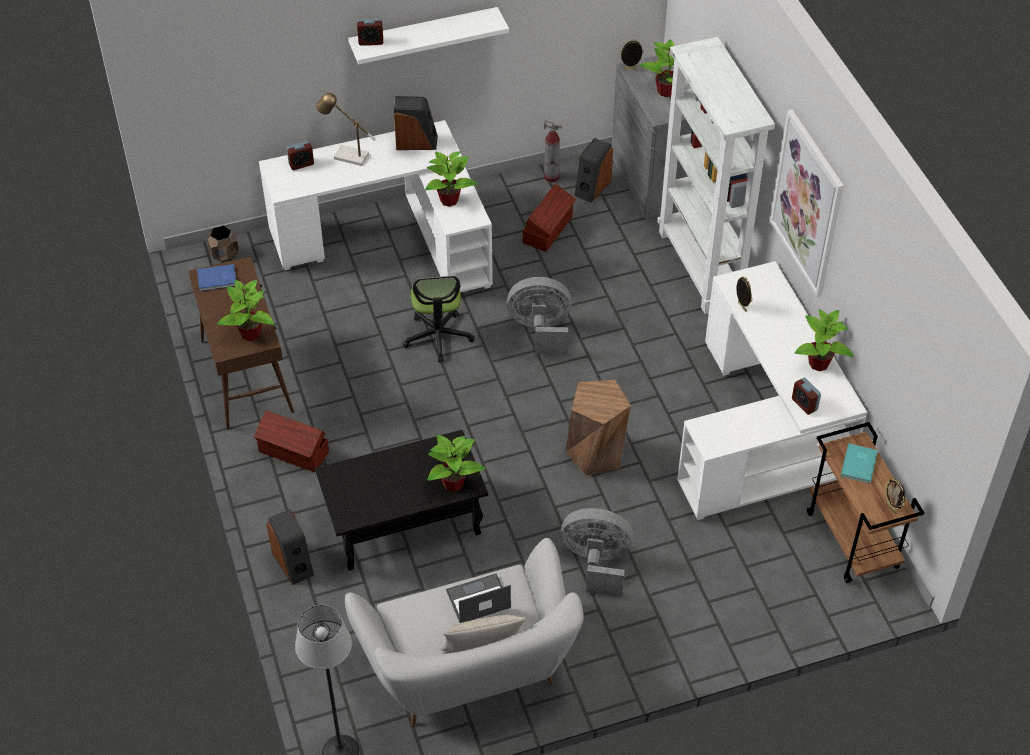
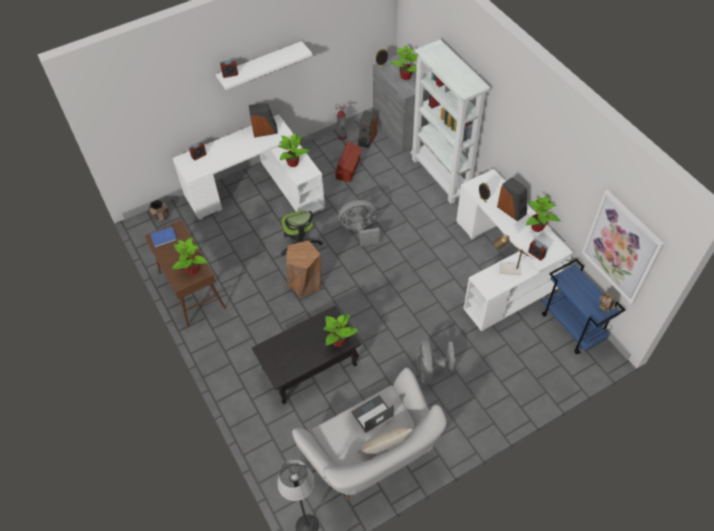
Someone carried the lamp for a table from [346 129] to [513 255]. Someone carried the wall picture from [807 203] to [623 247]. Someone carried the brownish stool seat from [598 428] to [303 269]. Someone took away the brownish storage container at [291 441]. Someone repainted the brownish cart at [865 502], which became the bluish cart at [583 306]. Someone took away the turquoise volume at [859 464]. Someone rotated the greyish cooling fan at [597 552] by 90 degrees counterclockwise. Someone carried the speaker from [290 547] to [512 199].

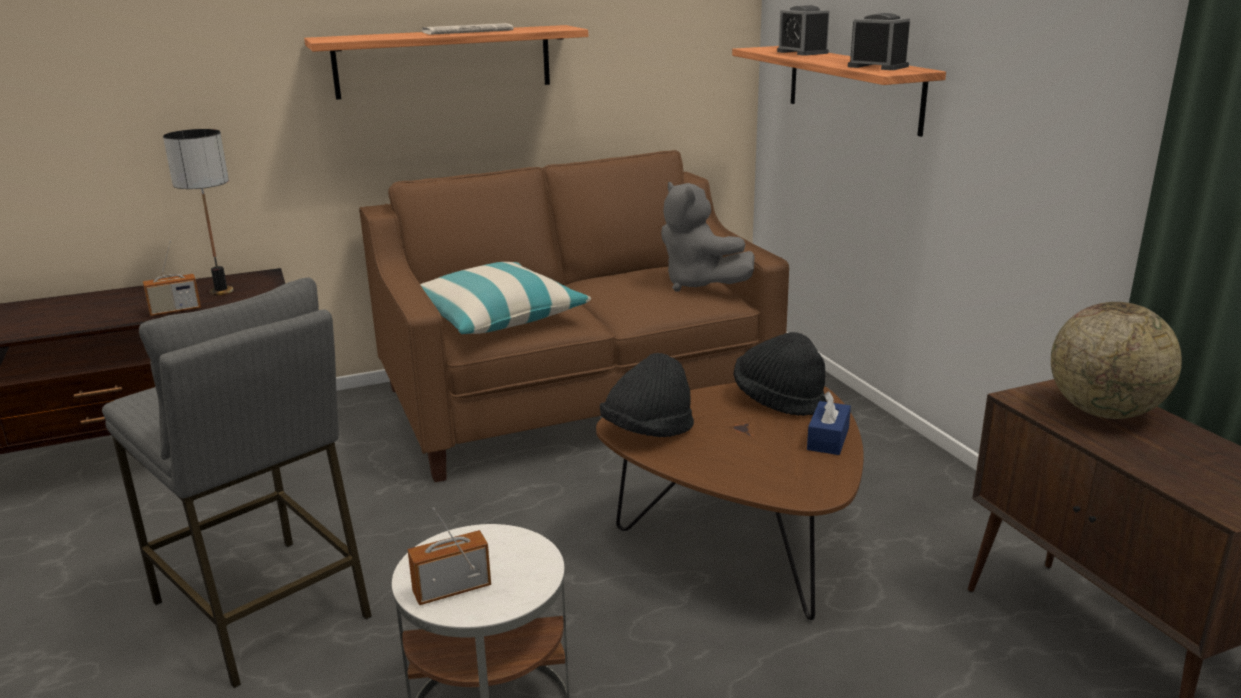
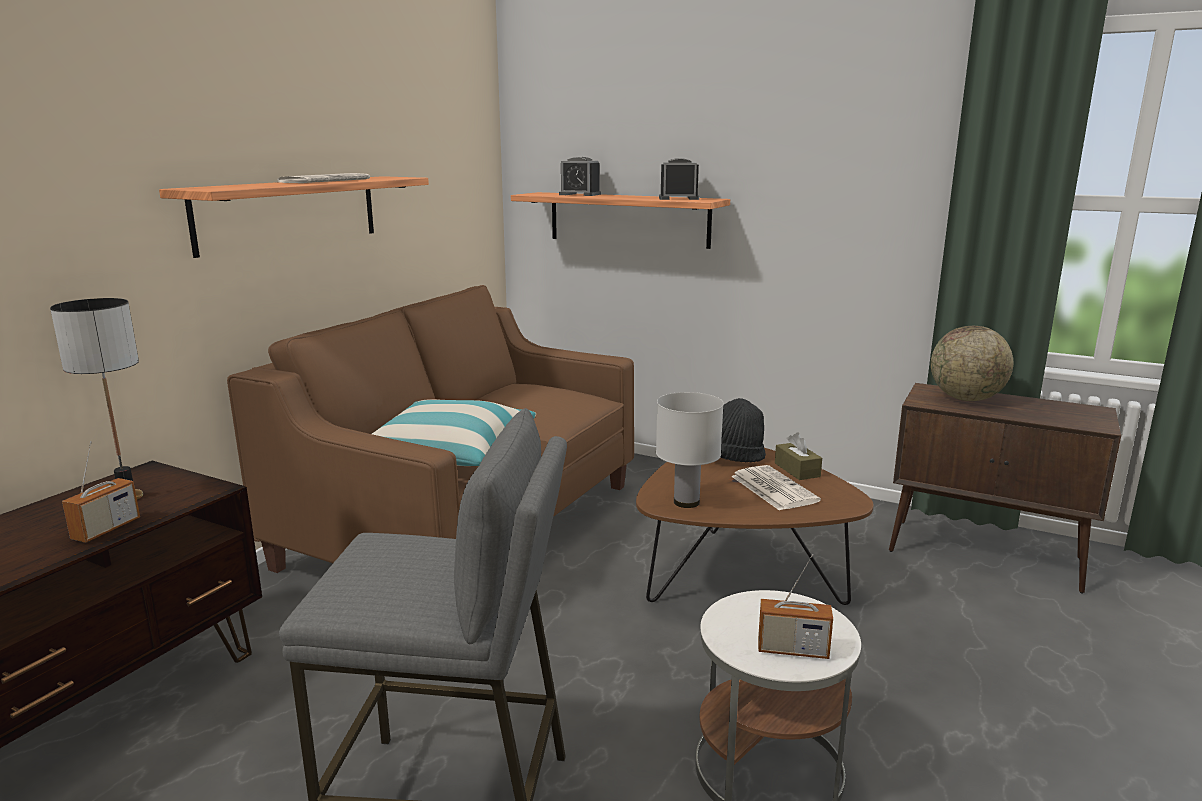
Someone took away the greyish soft toy at [708 237]. Someone swapped the blackish wearable hat at [647 395] for the white-coloured lamp for a table at [690 450]. Someone repainted the bluish tissue box at [829 423], which became the brownish tissue box at [798 456]. Someone rotated the radio receiver at [449 556] by 105 degrees counterclockwise. Someone put down the newspaper at [776 488].

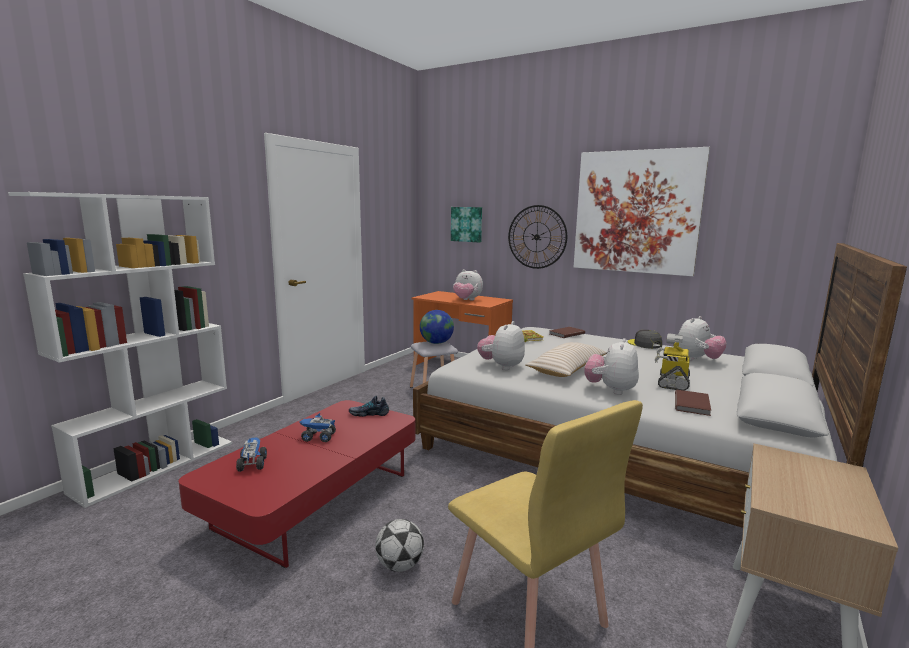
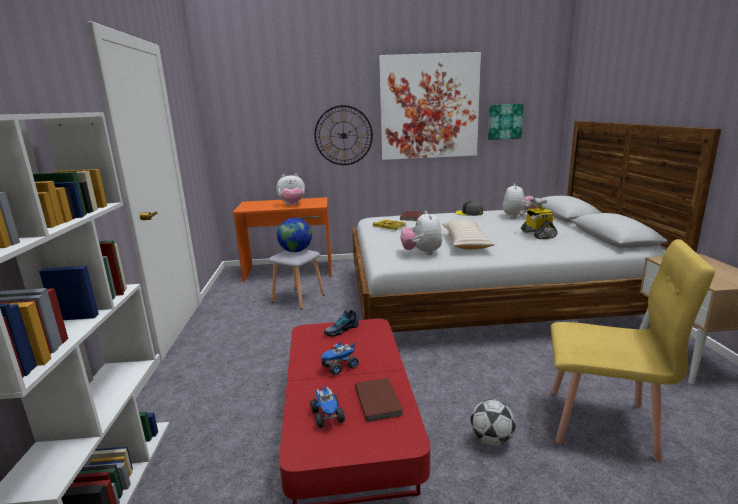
Someone carried the wall picture from [466 225] to [506 122]. Someone took away the soft toy at [611 366]. Someone carried the brownish volume from [693 403] to [379 400]. Someone rotated the toy lorry at [251 454] by 150 degrees counterclockwise.

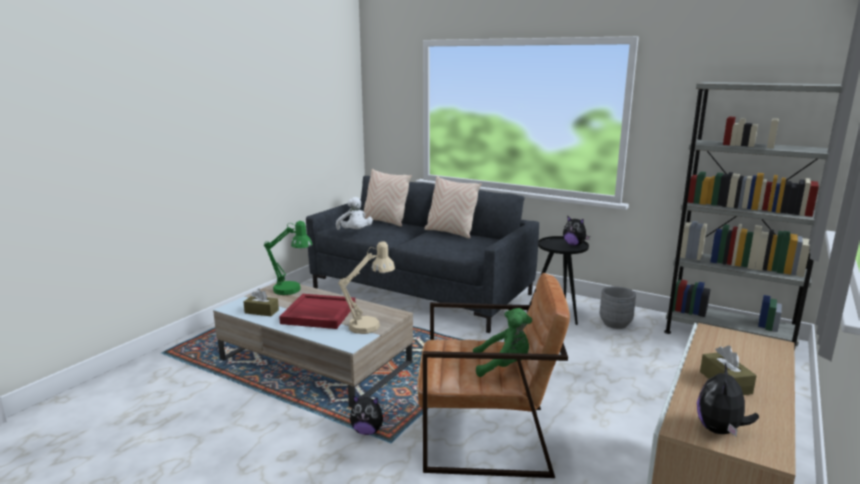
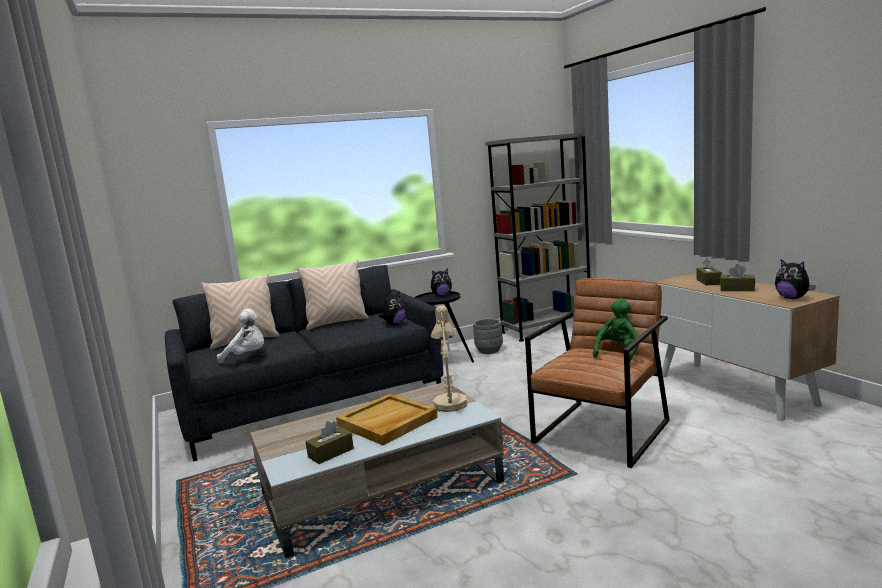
Someone took away the green lamp for a table at [288 258]. Someone repainted the red carrying tray at [317 311], which became the sand-coloured carrying tray at [387 419]. Someone carried the soft toy from [369 415] to [392 308]. Someone put down the brownish tissue box at [709 272].

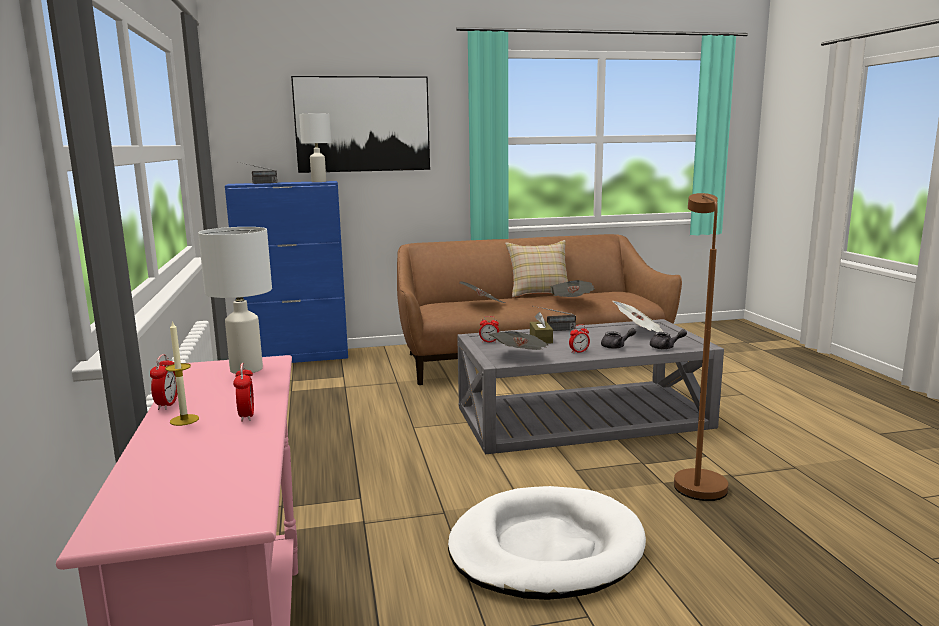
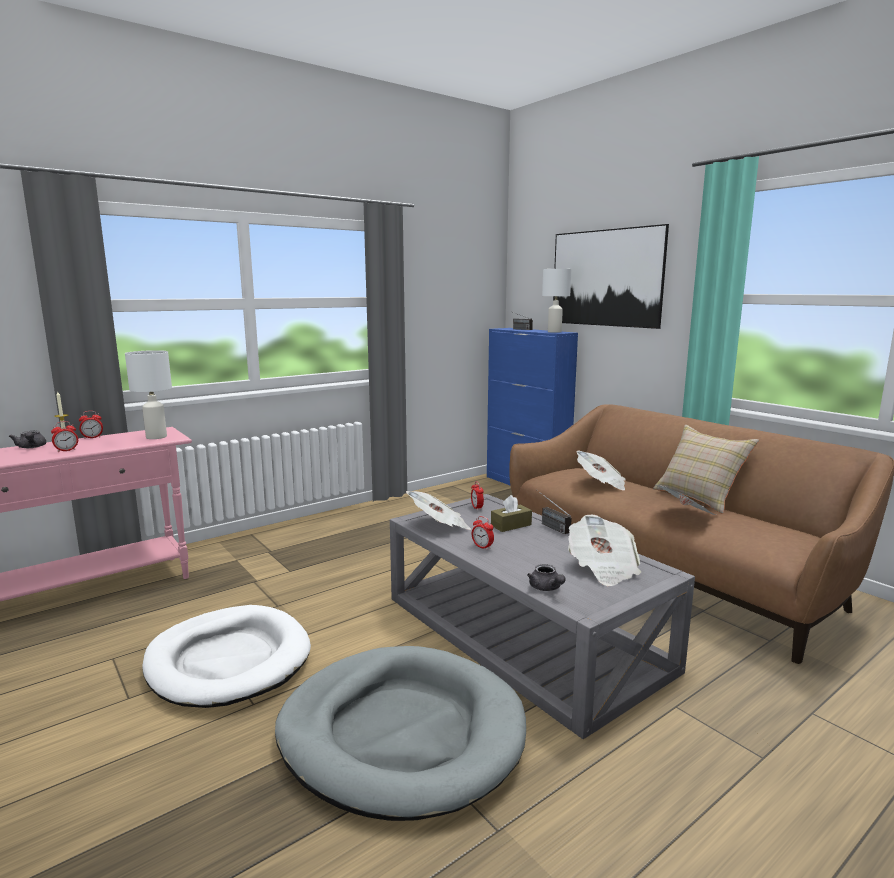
Someone swapped the brownish floor lamp at [701 347] for the greyish dog bed at [400 733]. Someone carried the greyish teapot from [618 338] to [27 439].

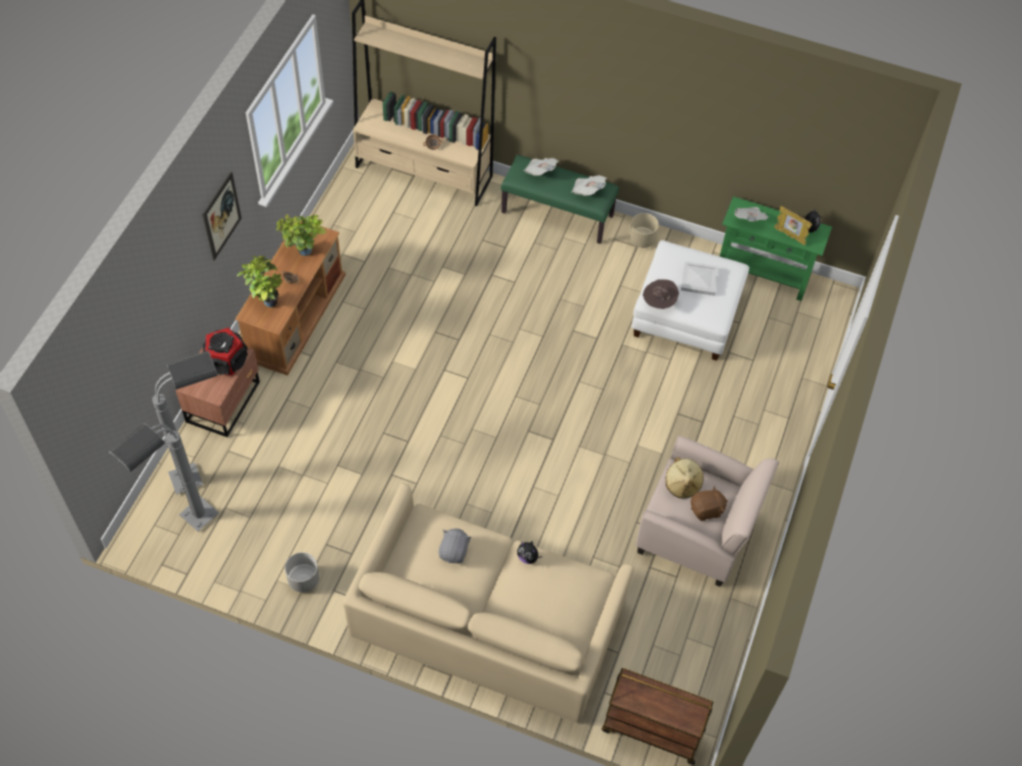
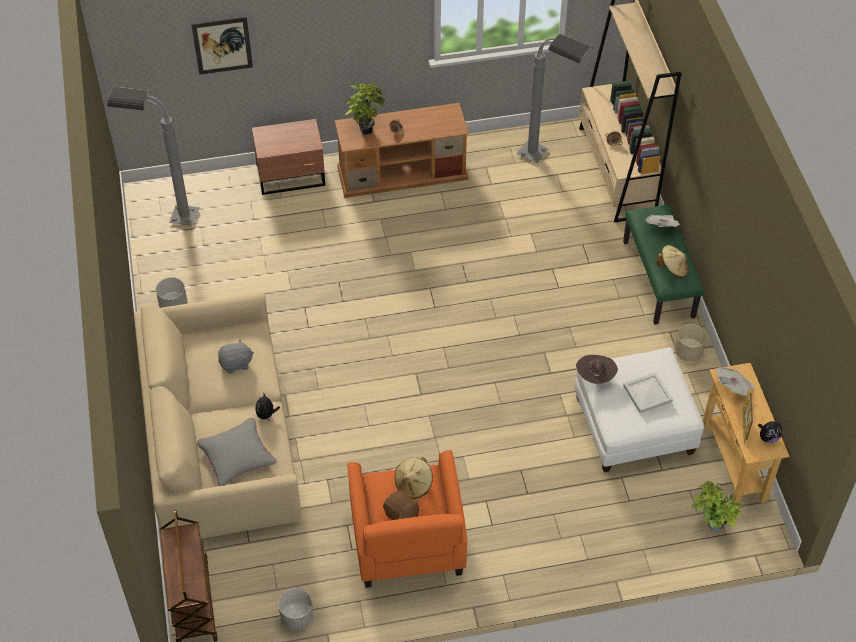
Someone carried the wall picture from [222 216] to [222 46]. Someone swapped the newspaper at [588 185] for the sand-coloured wearable hat at [673 261]. Someone repainted the green console table at [776 248], which became the sand-coloured console table at [746 433]. Someone carried the potted plant from [301 235] to [717 506]. Someone took away the speaker at [225 351]. Someone carried the greyish floor lamp from [185 423] to [554 98]. Someone repainted the sand-coloured armchair at [707 511], which became the orange armchair at [407 519]. Someone put down the greyish cushion at [237 452]. Someone put down the greyish plant pot at [296 609].

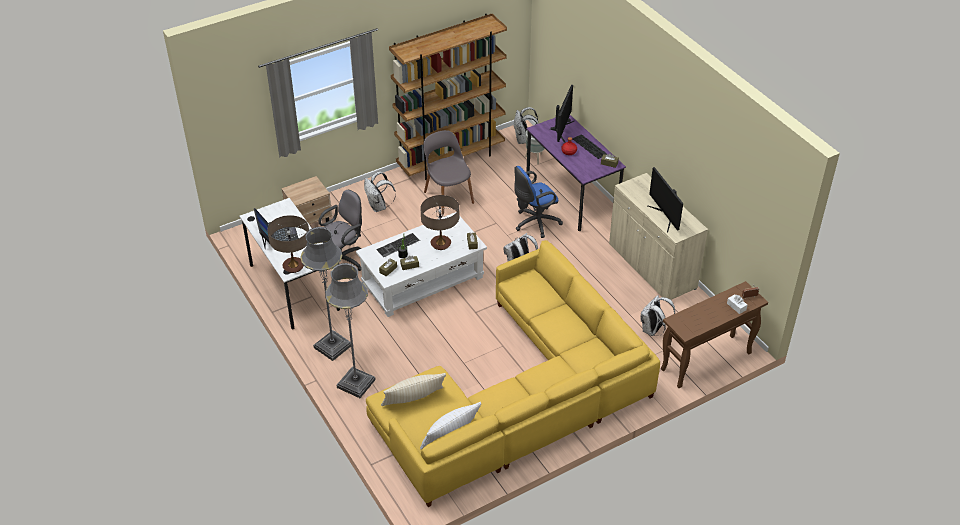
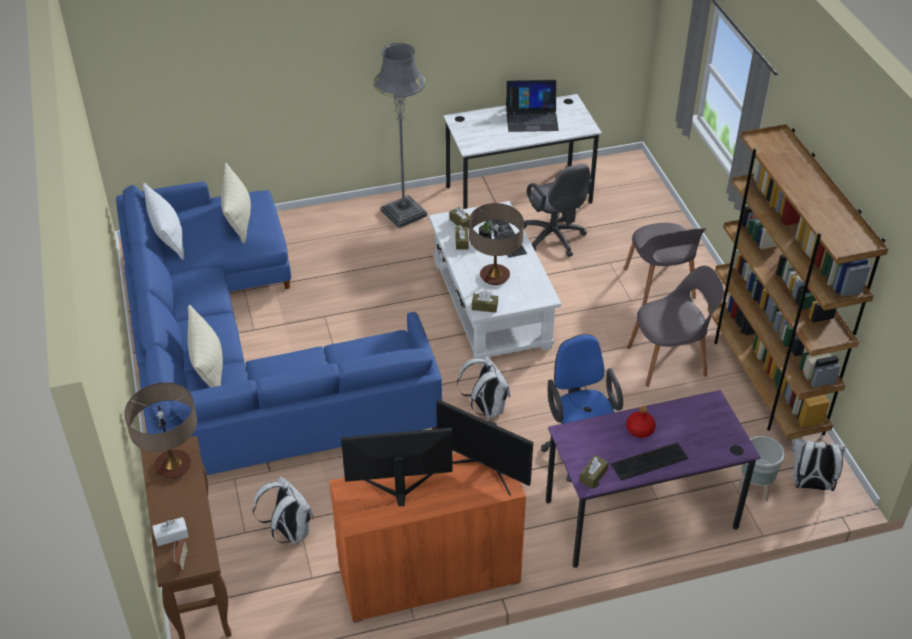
Someone carried the computer screen from [562 114] to [484 447]. Someone swapped the white-coloured knapsack at [380 192] for the greyish upright chair at [665 264]. Someone repainted the sand-coloured storage cabinet at [658 236], which became the orange storage cabinet at [427 538]. Someone took away the sand-coloured nightstand at [307 200]. Someone carried the lamp for a table from [288 244] to [160 430]. Someone repainted the yellow sofa at [513 373], which became the bluish sofa at [279 328]. Someone took away the greyish floor lamp at [350 330]. Someone put down the sand-coloured cushion at [205 346].

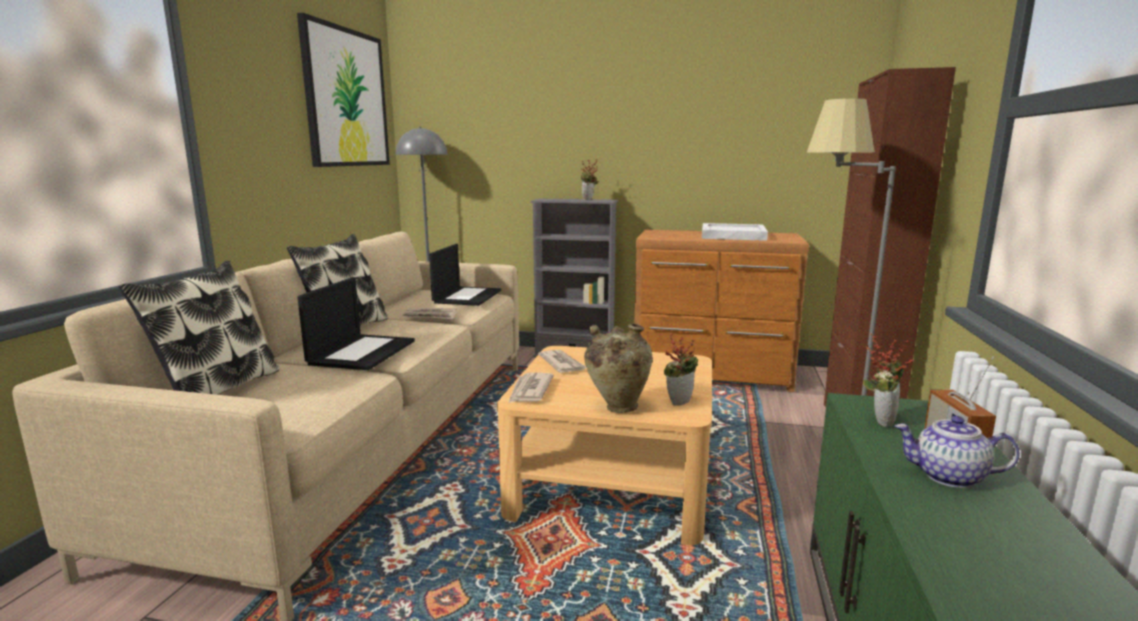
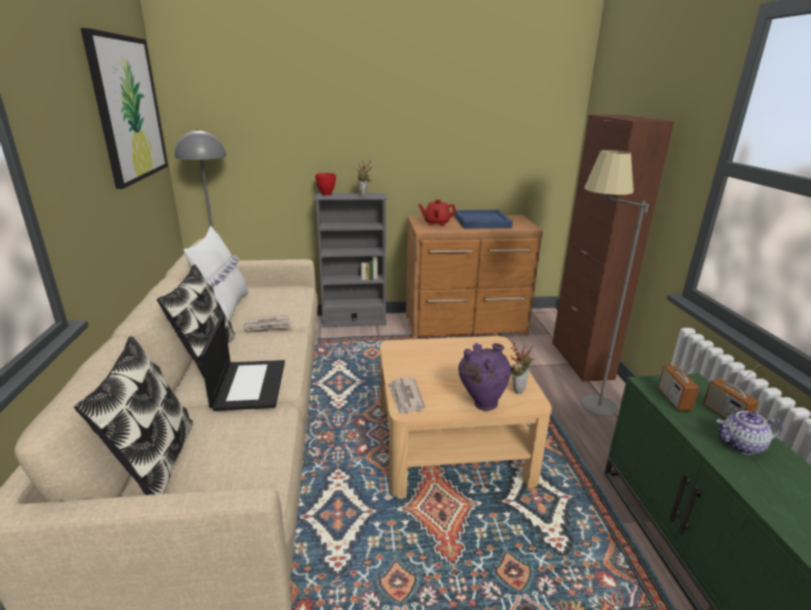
Someone repainted the white-coloured carrying tray at [735 232], which became the bluish carrying tray at [483 219]. Someone took away the laptop at [465 275]. Someone repainted the sand-coloured vase at [618 368], which became the purple-coloured vase at [484 377]. Someone swapped the potted plant at [888 380] for the radio receiver at [680 381]. Someone took away the newspaper at [562 361]. Someone put down the red serving bowl at [325 184]. Someone put down the red teapot at [437 213]. Someone put down the white-coloured cushion at [216 273].

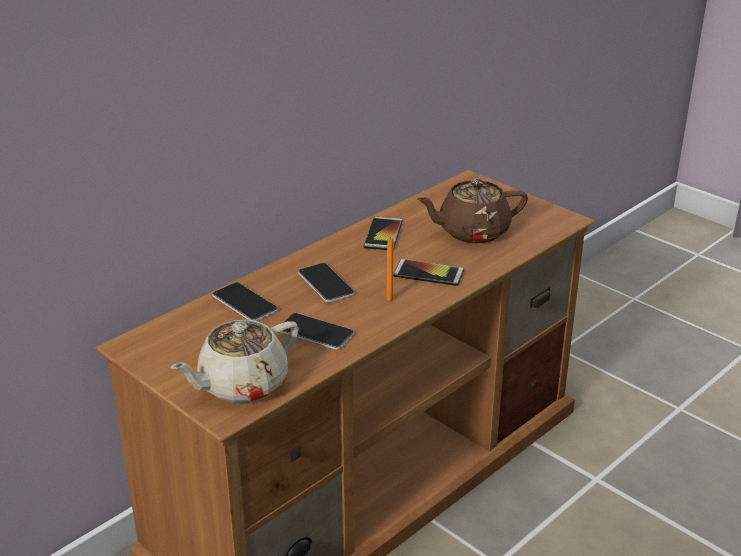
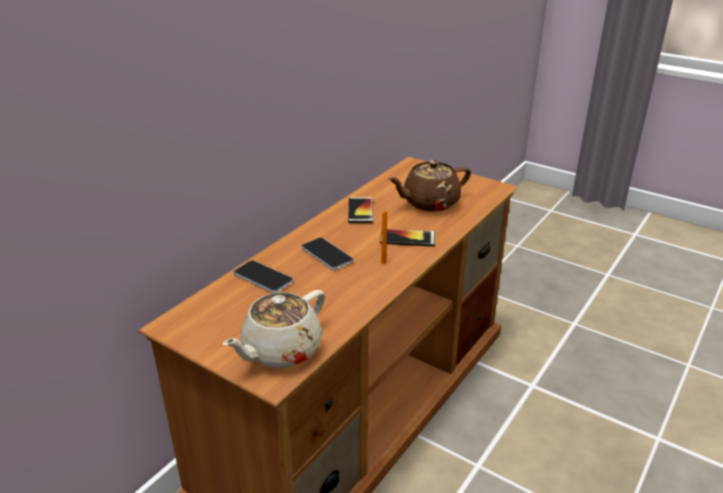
Someone took away the handset at [316 331].

